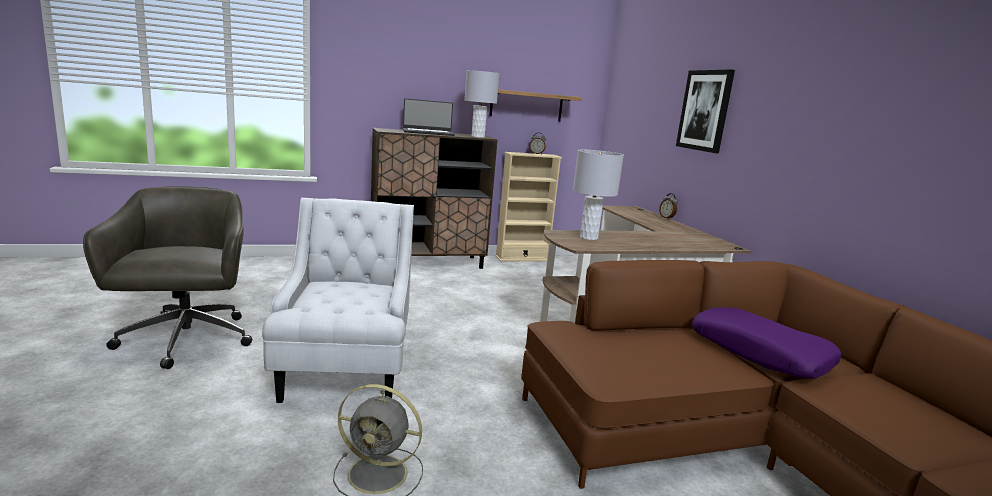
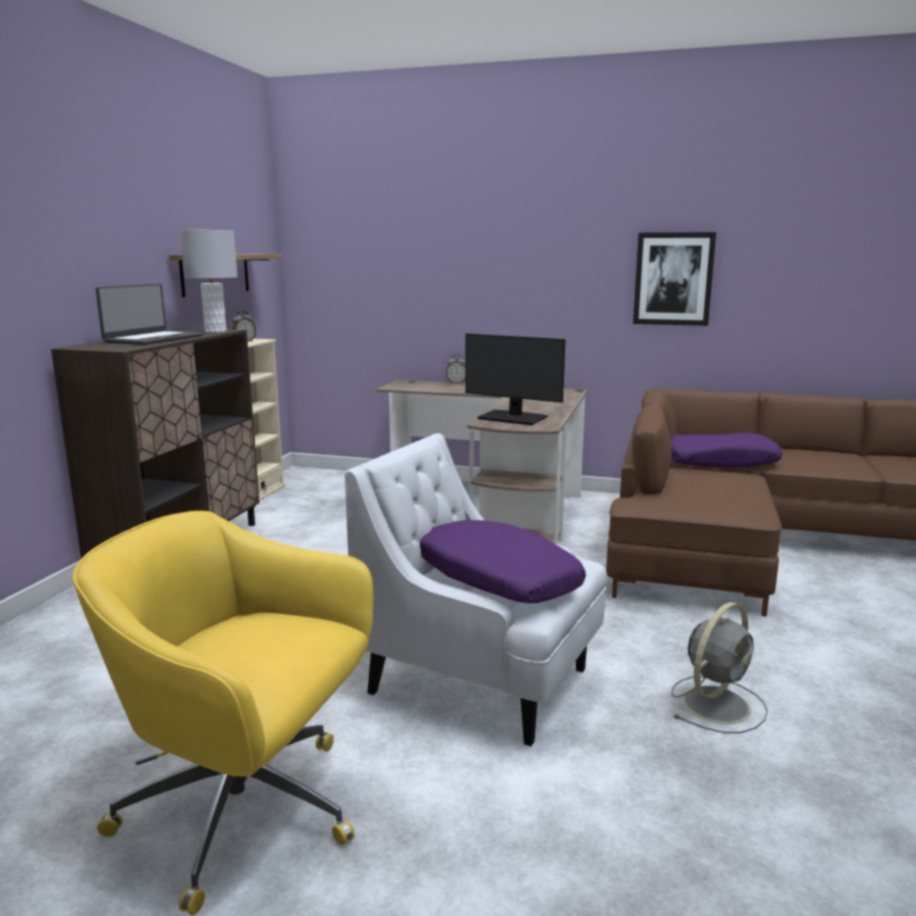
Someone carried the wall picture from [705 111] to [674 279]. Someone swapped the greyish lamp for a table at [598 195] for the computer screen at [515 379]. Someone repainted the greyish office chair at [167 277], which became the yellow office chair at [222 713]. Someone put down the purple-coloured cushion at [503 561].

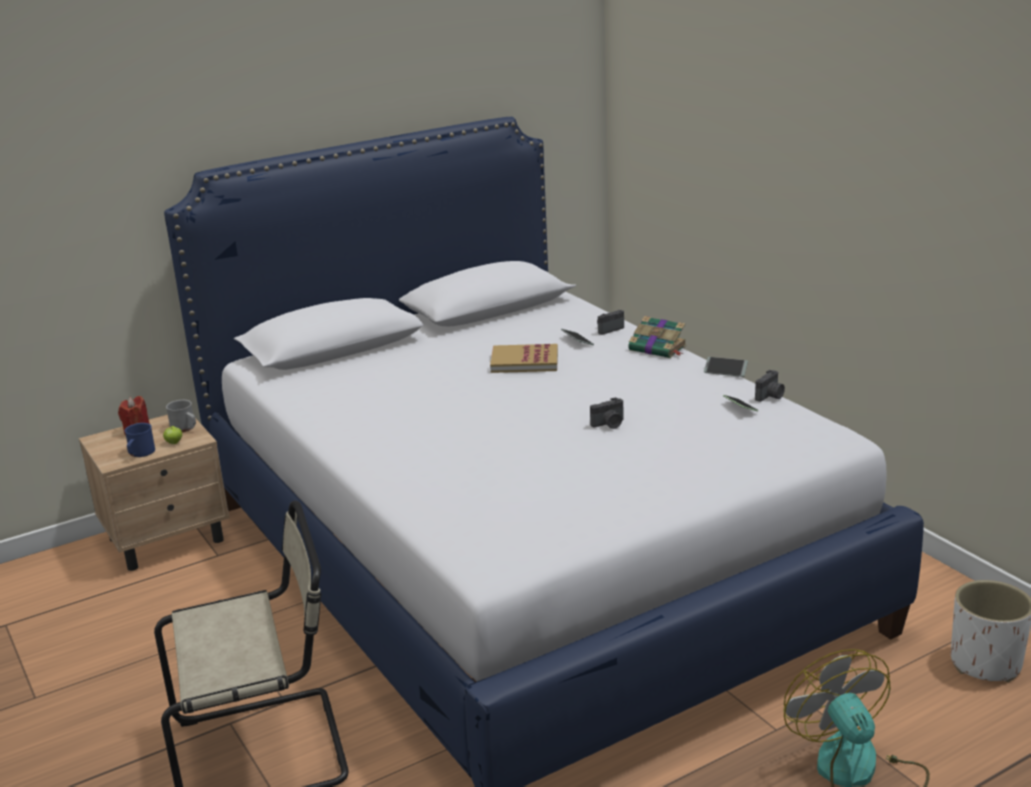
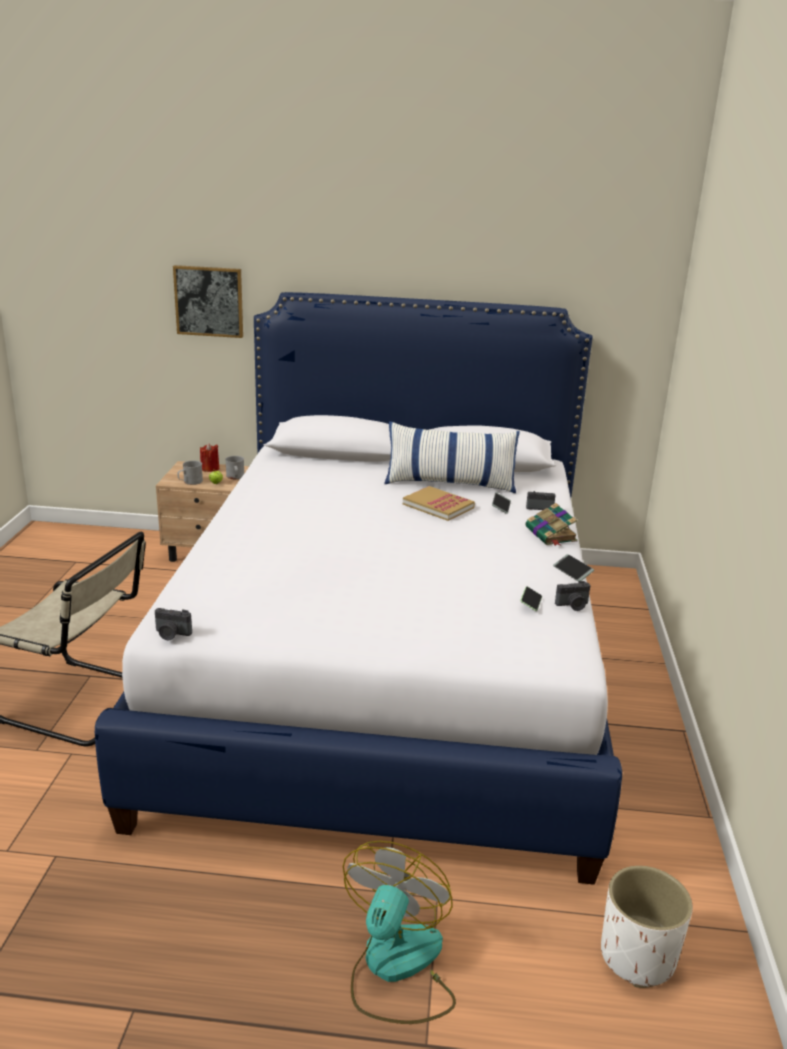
Someone carried the still camera from [607 413] to [173 624]. Someone repainted the bluish coffee mug at [139 440], which became the greyish coffee mug at [190 473]. Someone put up the wall picture at [208 301]. Someone put down the cushion at [452 457].

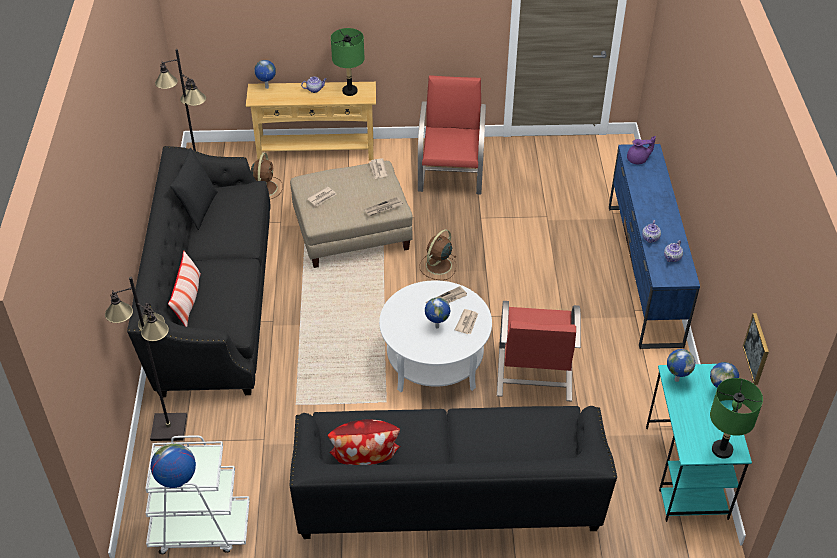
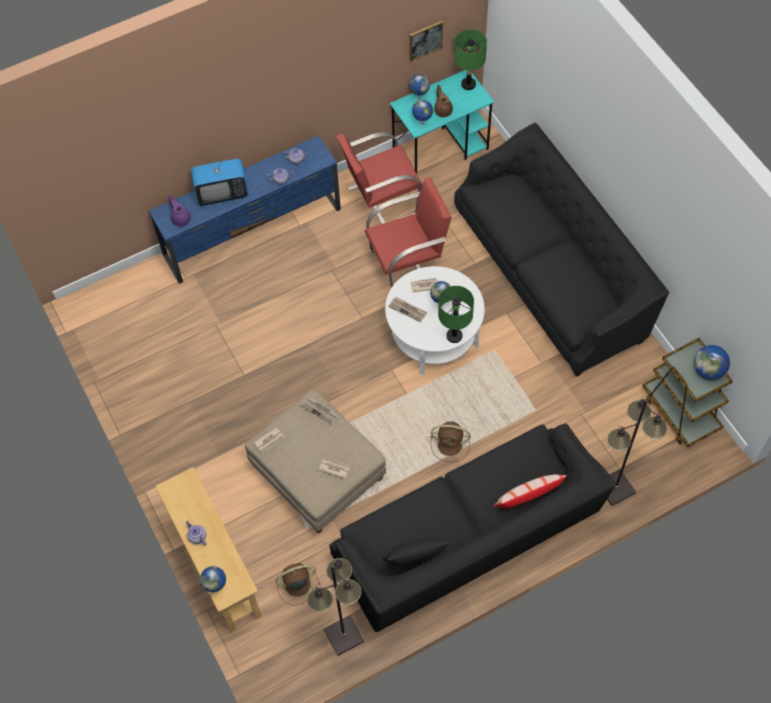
Someone carried the green lamp for a table from [347 62] to [456 314]. Someone carried the red armchair from [452 134] to [379 178]. Someone carried the brownish cooling fan from [437 254] to [450 442]. Someone took away the cushion at [364 442]. Someone repainted the white-coloured cart at [197 494], which became the brownish cart at [688 392]. Someone put down the brownish teapot at [443 101]. Someone put down the TV at [220 179].

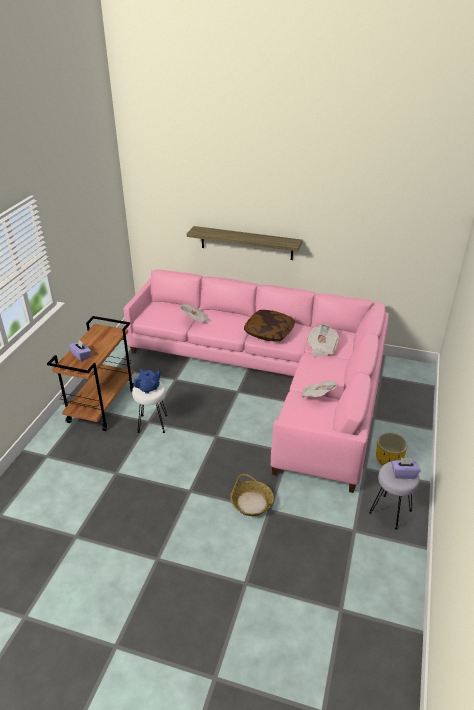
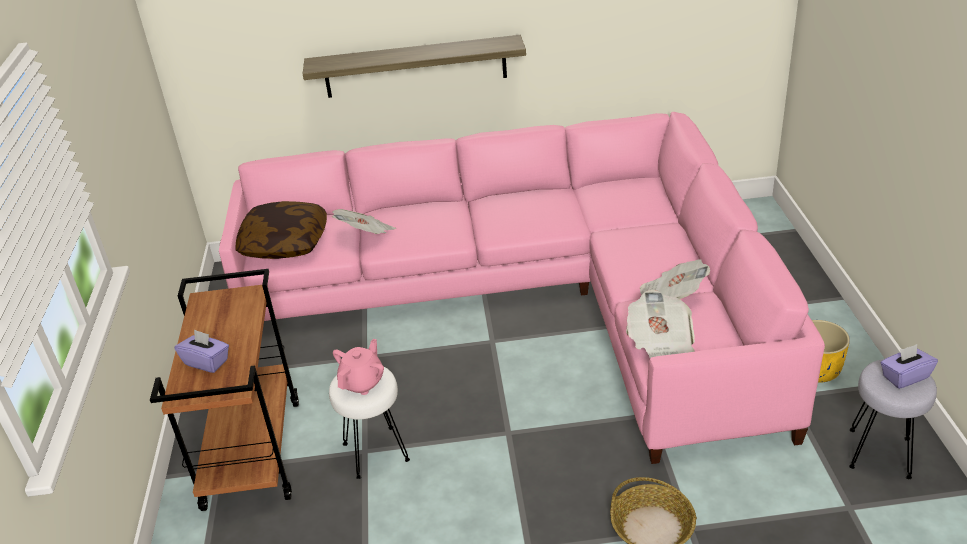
Someone carried the cushion from [269 326] to [281 230]. Someone carried the newspaper from [323 340] to [660 324]. Someone repainted the bluish teapot at [147 381], which became the pink-coloured teapot at [358 367].

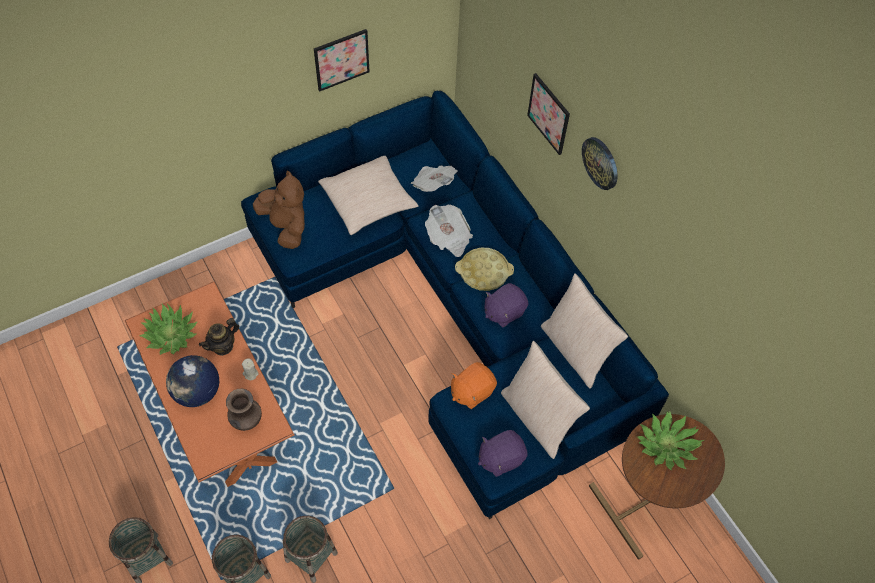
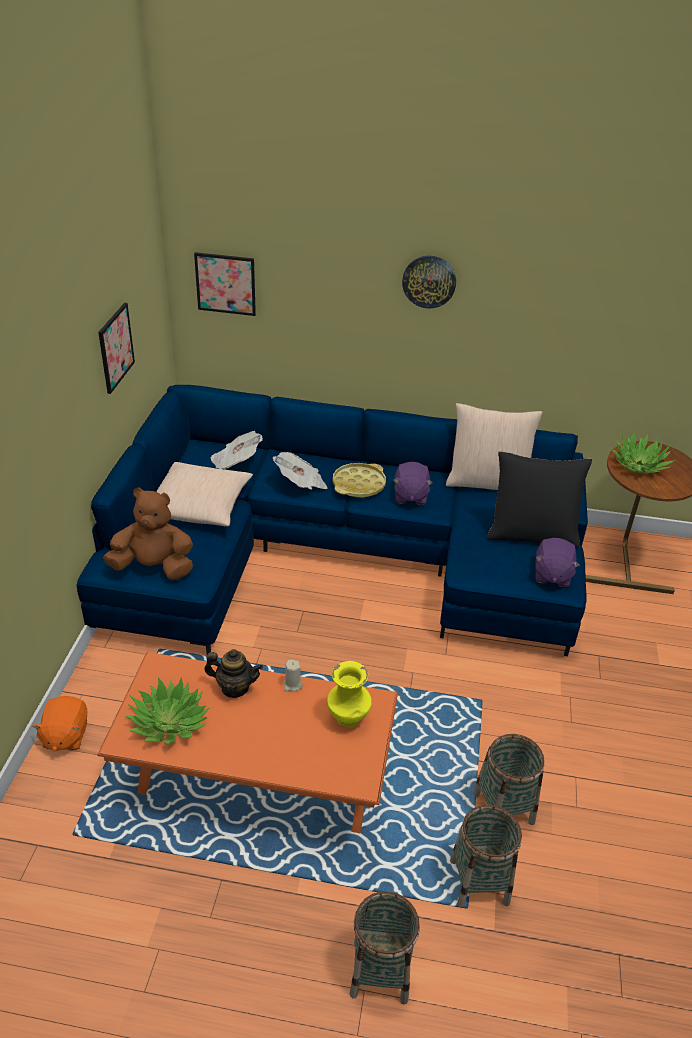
Someone carried the wall picture from [548 114] to [225 284]. Someone rotated the teapot at [219 337] by 75 degrees counterclockwise. Someone repainted the sand-coloured cushion at [545 400], which became the blackish cushion at [539 499]. Someone took away the world globe at [192 381]. Someone carried the orange soft toy from [474 385] to [59 724]. Someone repainted the brownish vase at [244 410], which became the yellow vase at [349 694].

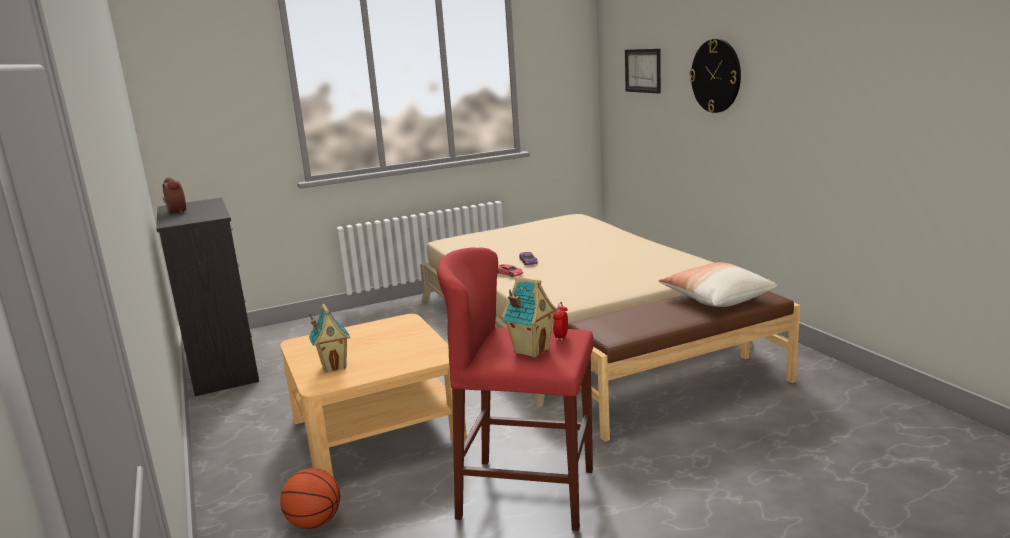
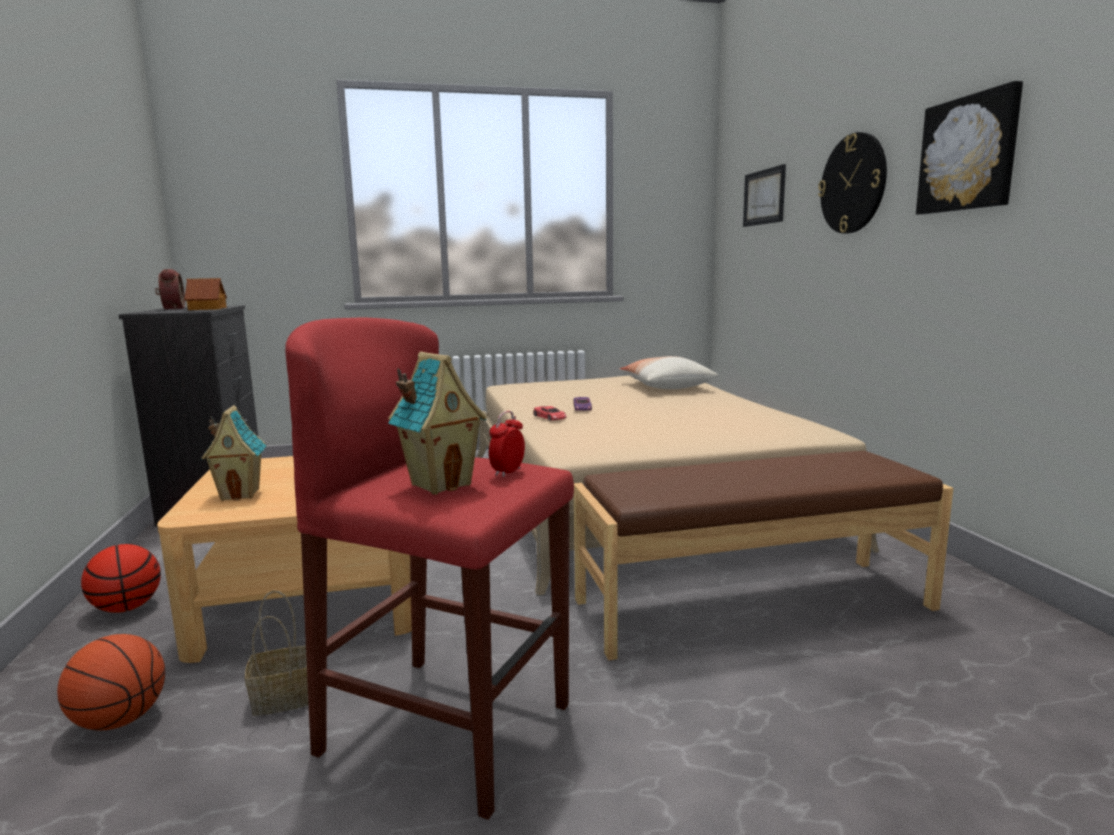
Someone carried the cushion from [718 284] to [668 372]. Someone put up the wall picture at [969 148]. Someone put down the model house at [205 294]. Someone put down the basketball at [121 578]. Someone put down the storage basket at [277 653].

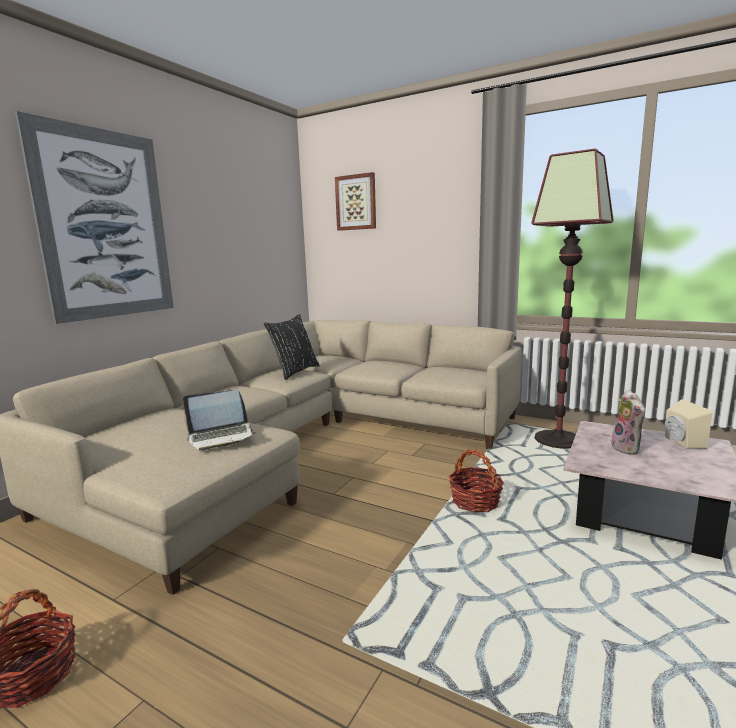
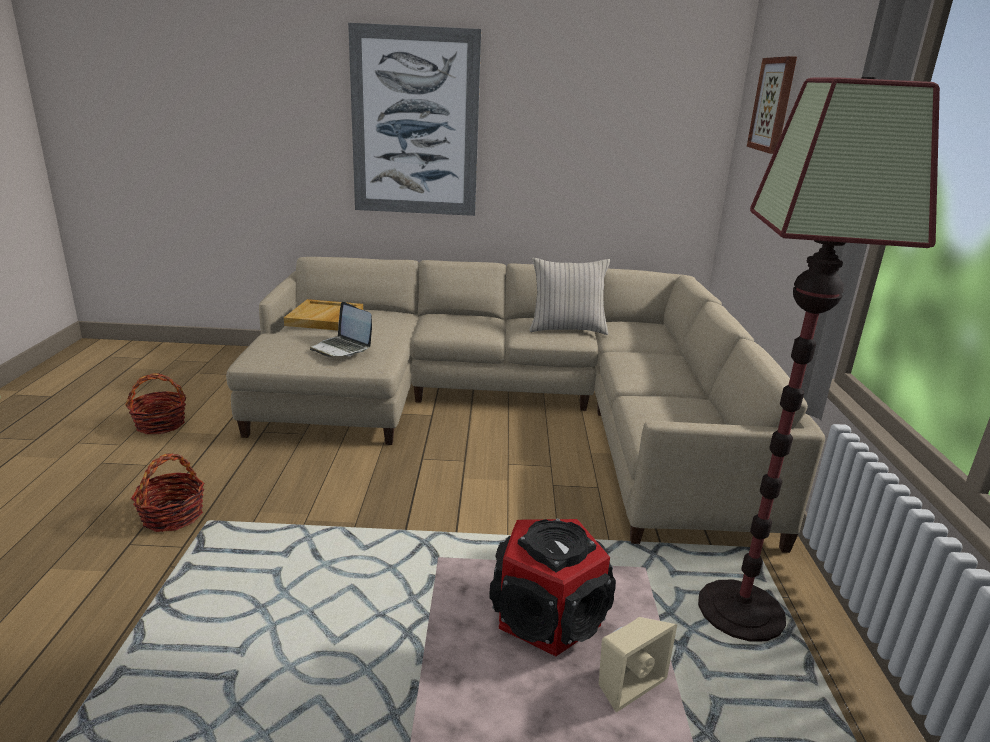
Someone repainted the blackish cushion at [292 347], which became the sand-coloured cushion at [569 296]. Someone swapped the soft toy at [628 422] for the speaker at [552 587]. Someone carried the storage basket from [476 481] to [167 493]. Someone put down the sand-coloured carrying tray at [323 315].

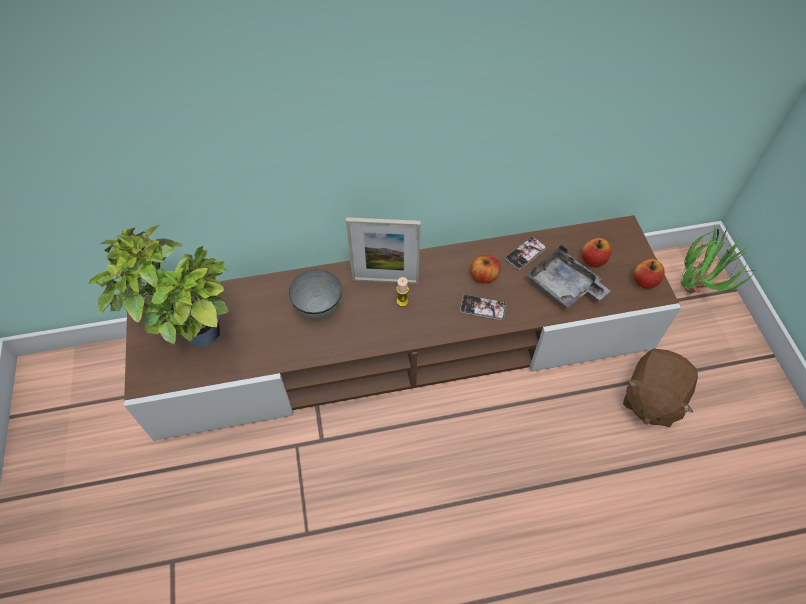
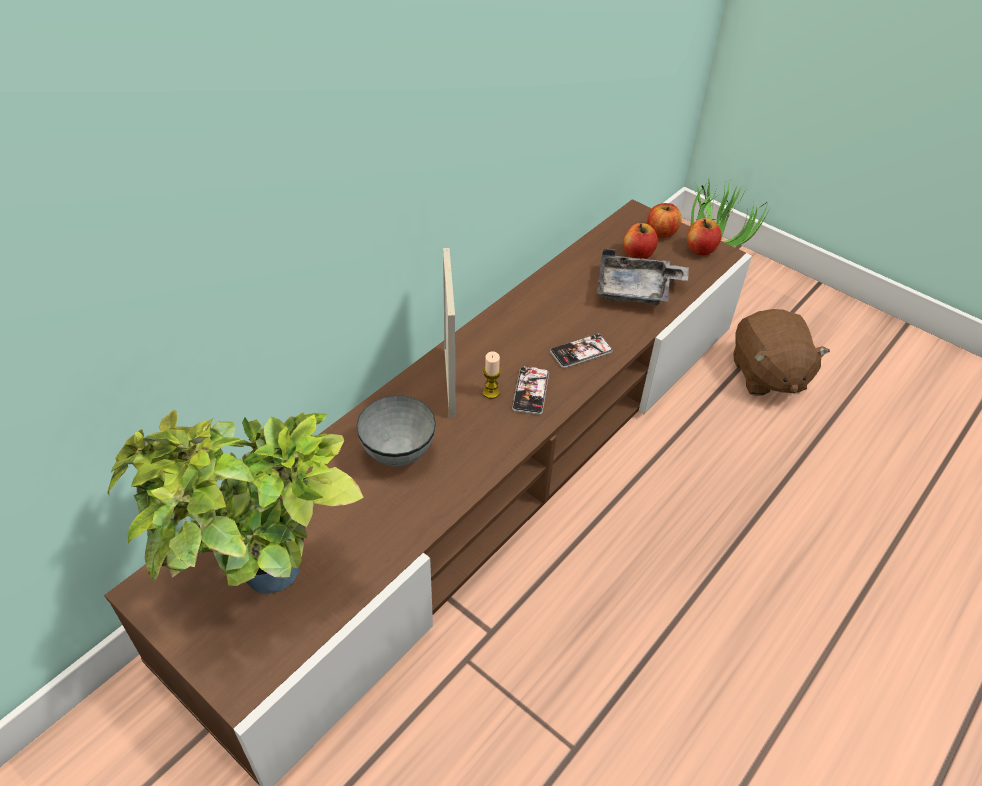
Someone rotated the picture frame at [383 250] by 60 degrees counterclockwise. Someone carried the handset from [525 253] to [530 390]. Someone carried the apple fruit from [485 269] to [664 220].

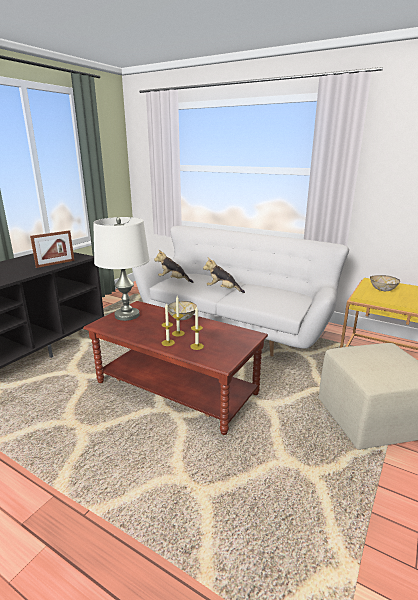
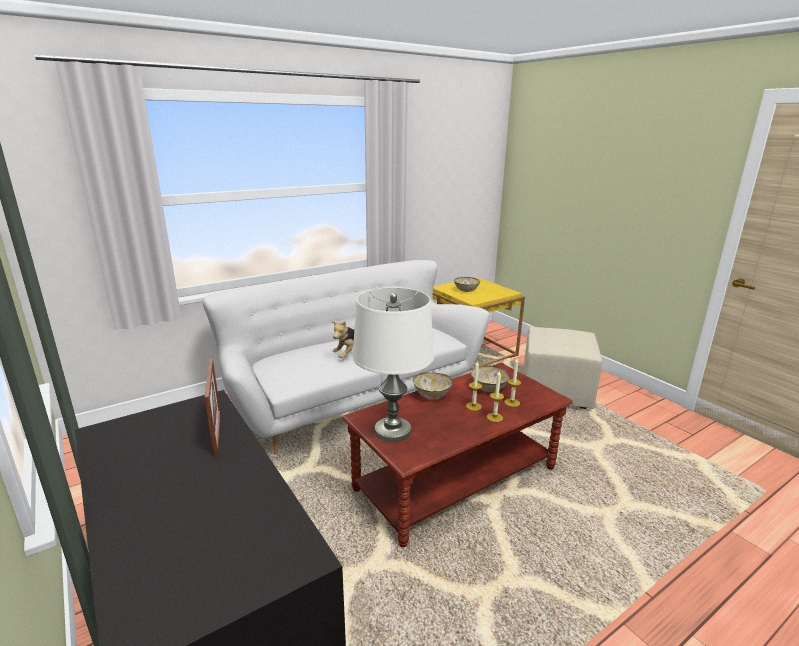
Someone took away the soft toy at [173 266]. Someone put down the serving bowl at [490 378].

